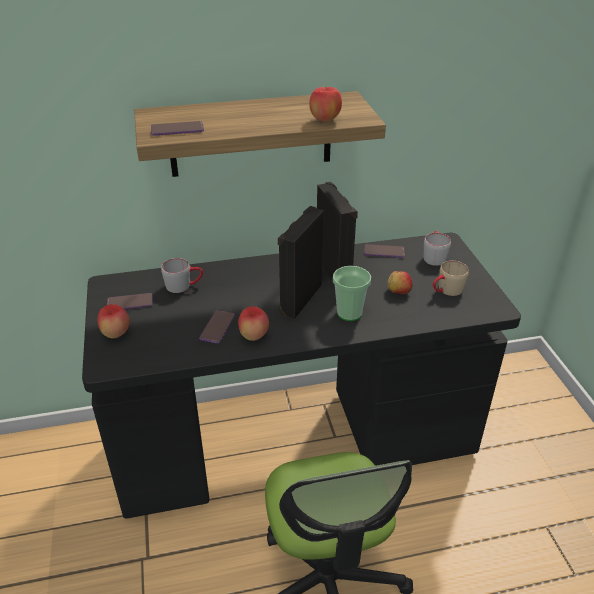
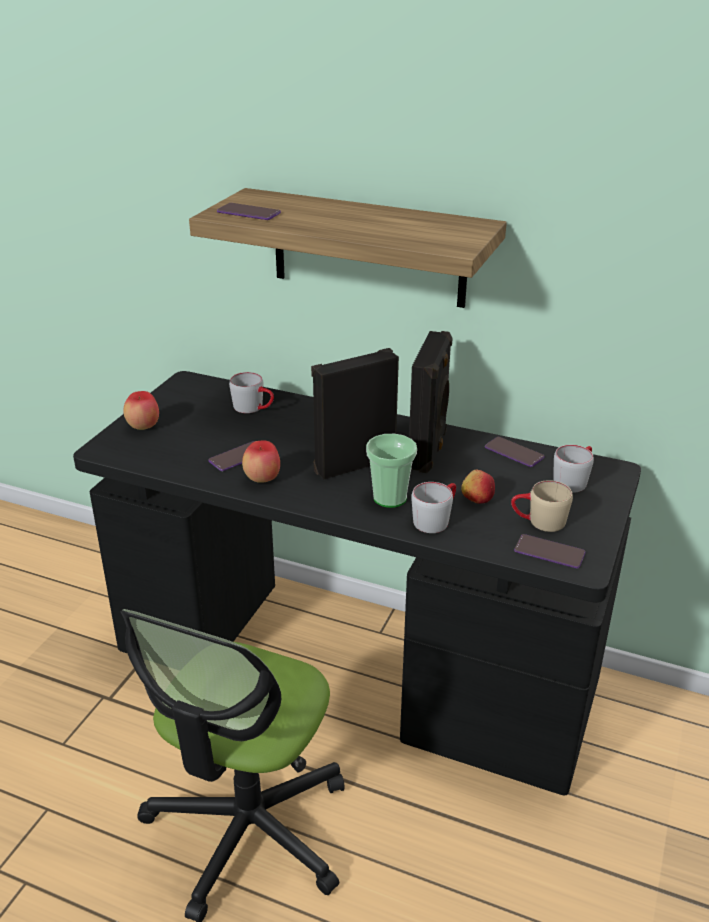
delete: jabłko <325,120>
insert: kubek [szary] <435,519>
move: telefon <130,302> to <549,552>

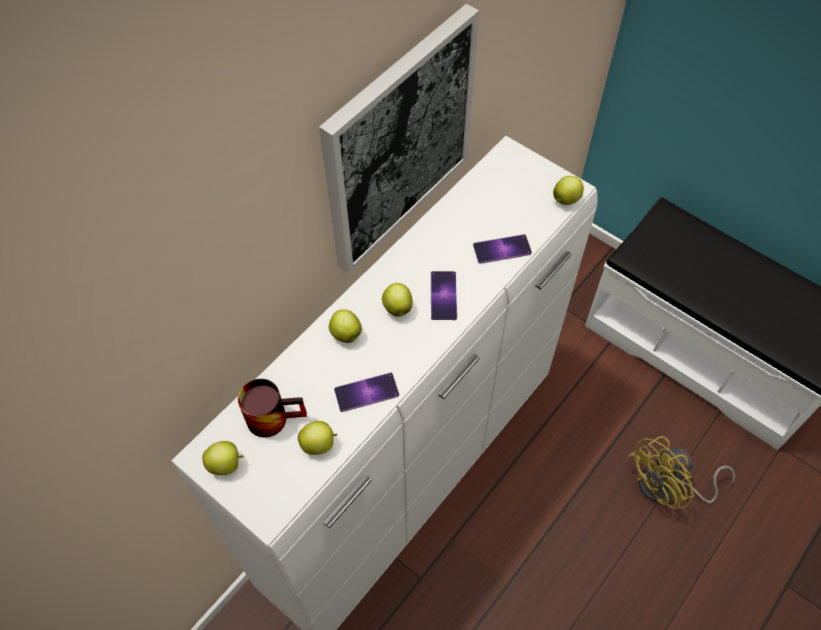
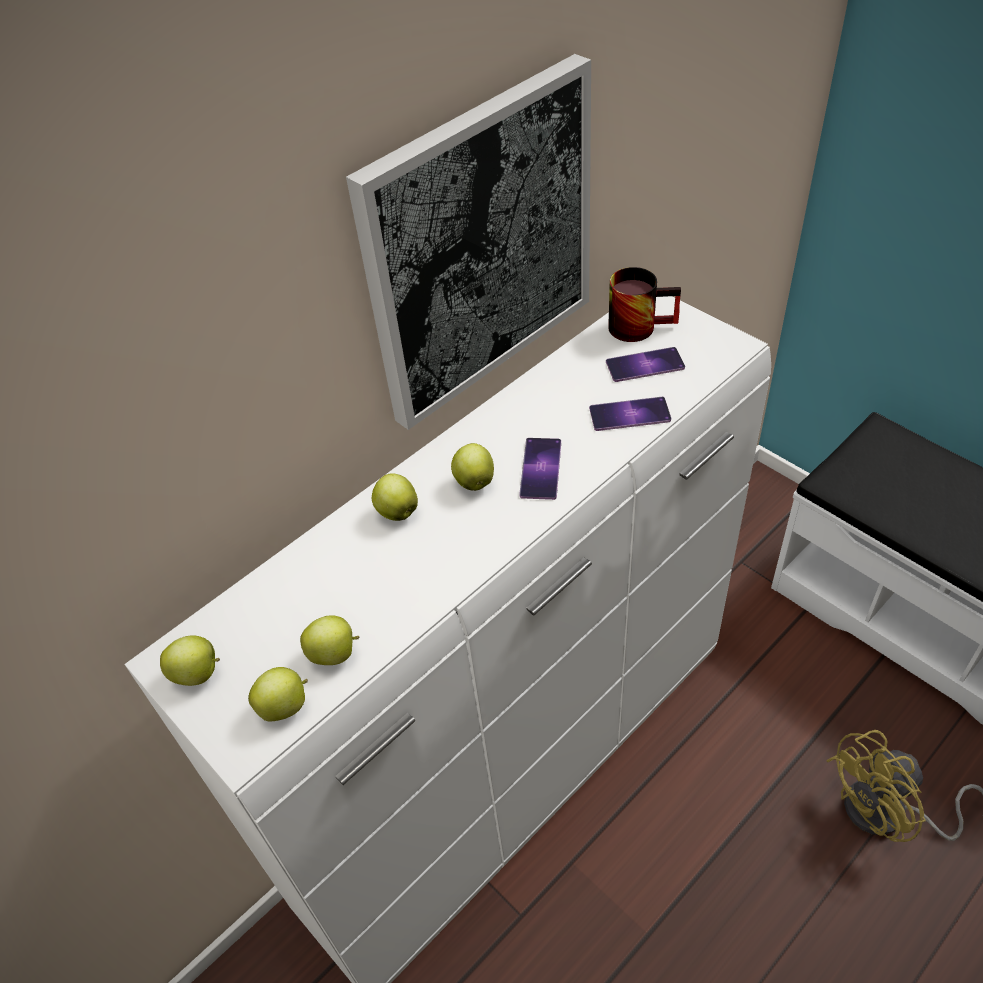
move: kubek <274,415> to <639,324>; telefon <366,392> to <645,365>; jabłko <566,199> to <285,706>

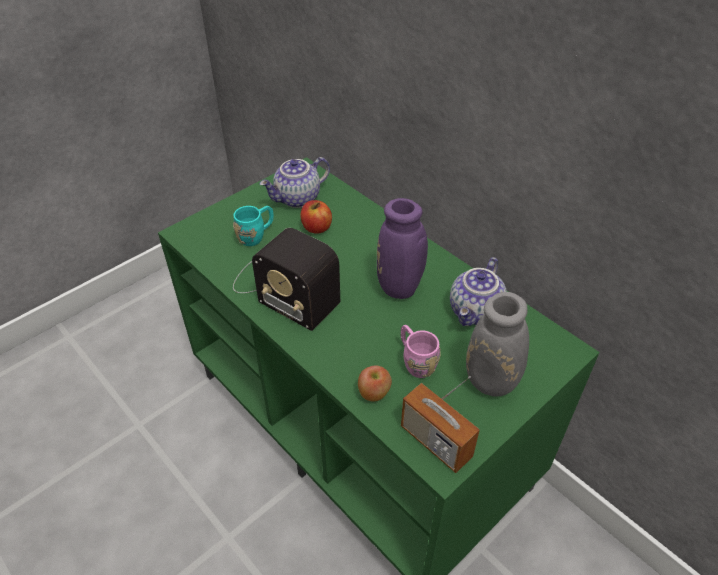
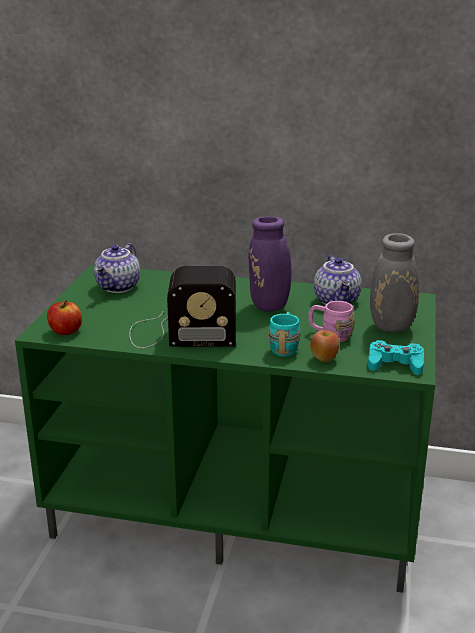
move: kubek [turkusowy] <256,235> to <285,347>; jabłko <316,227> to <65,331>
replace: radio <435,442> to pad do gier [turkusowy] <395,364>

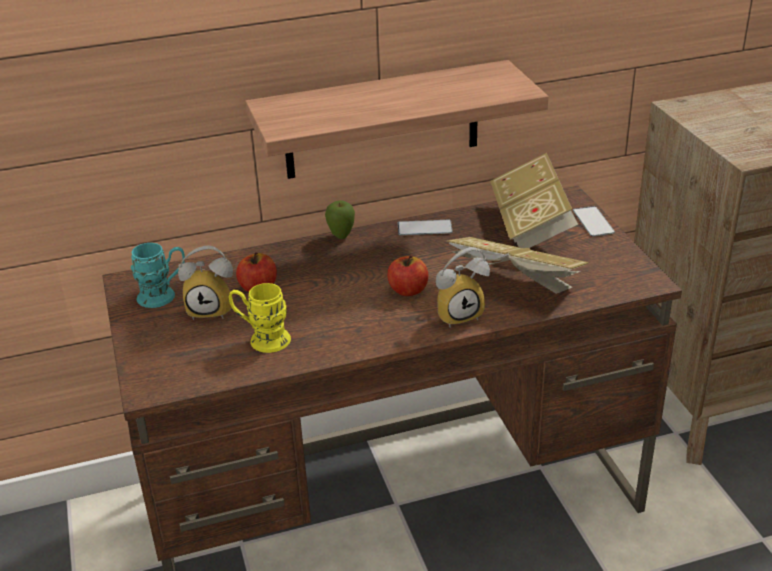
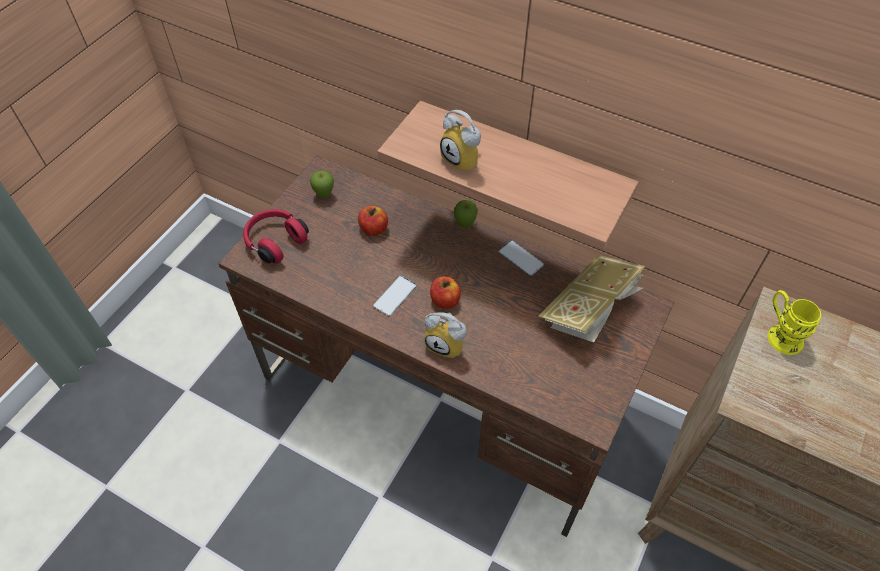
delete: książka <515,287>
insert: słuchawki [czerwony] <275,241>
move: budzik <213,309> to <465,160>; kubek [żółty] <262,339> to <780,334>; telefon <593,222> to <395,296>
replace: kubek [turkusowy] <163,295> to jabłko <324,195>

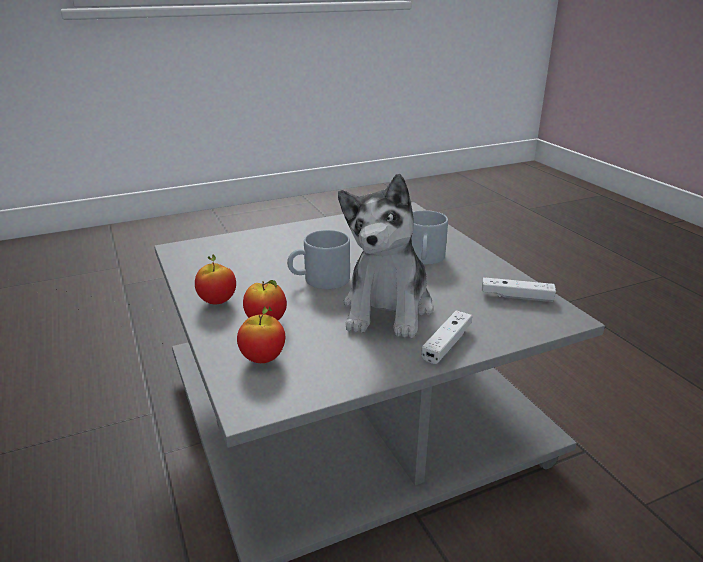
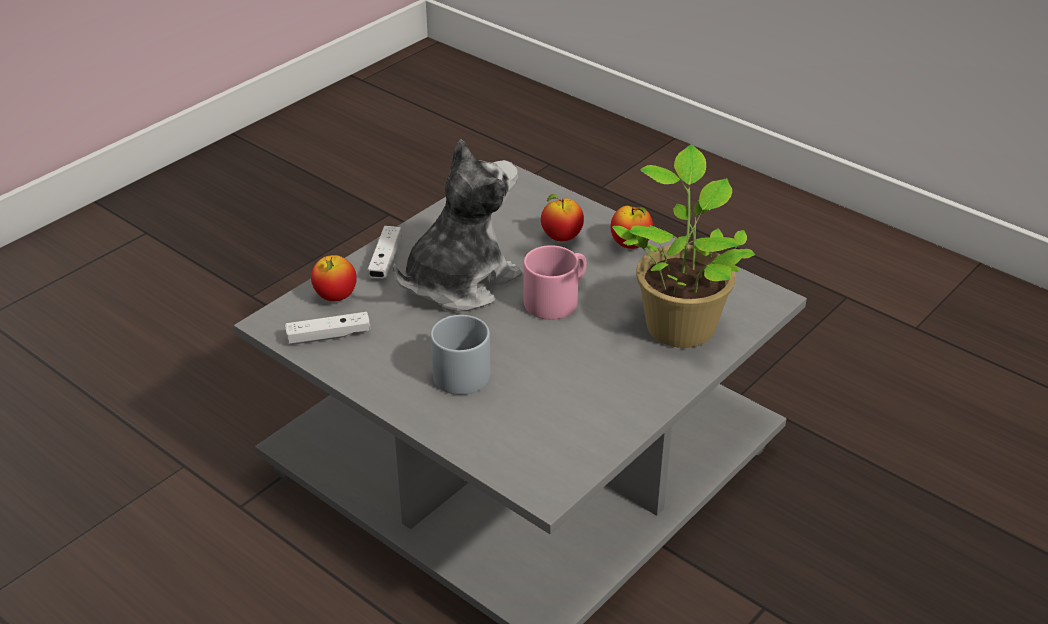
insert: roślina doniczkowa <679,323>
move: jabłko <263,358> to <335,297>
recolor: kubek [szary] <319,280> to kubek [różowy] <557,298>
rotate: pluszak <388,308> = <459,282> 60 degrees clockwise

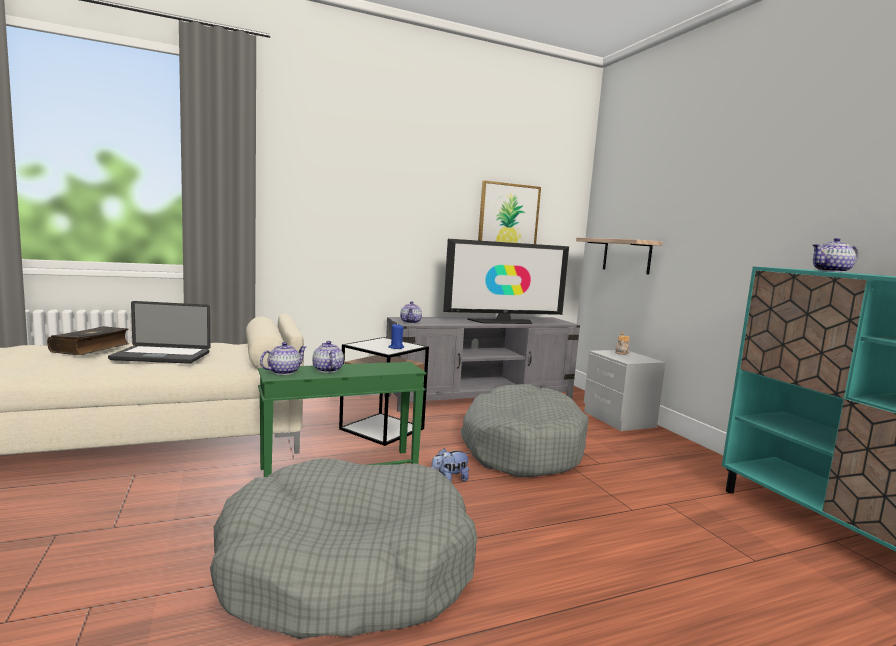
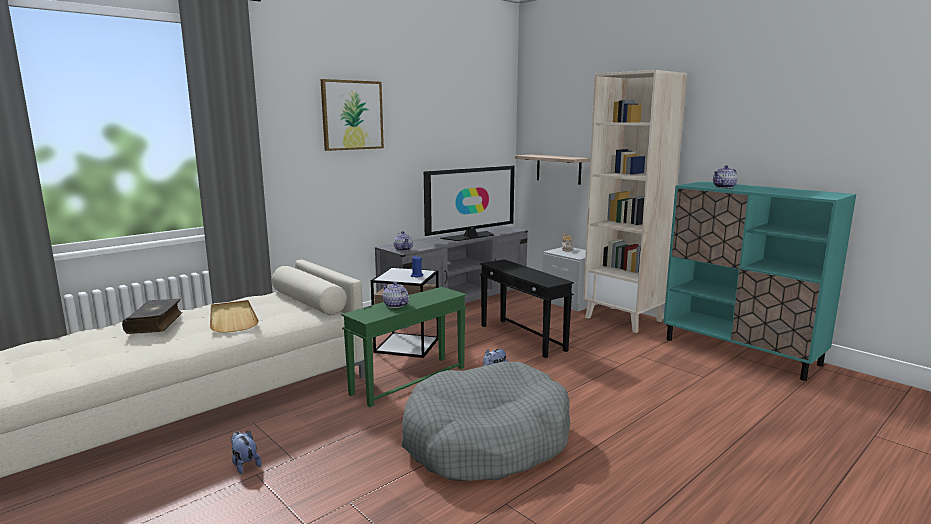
delete: imbryk <283,372>
insert: pluszak <244,464>; regał [beżowy] <624,319>
move: obraz <508,216> to <352,115>
replace: laptop <161,356> to taca [beżowy] <232,319>; legowisko [szary] <521,447> to stolik [czarny] <521,338>

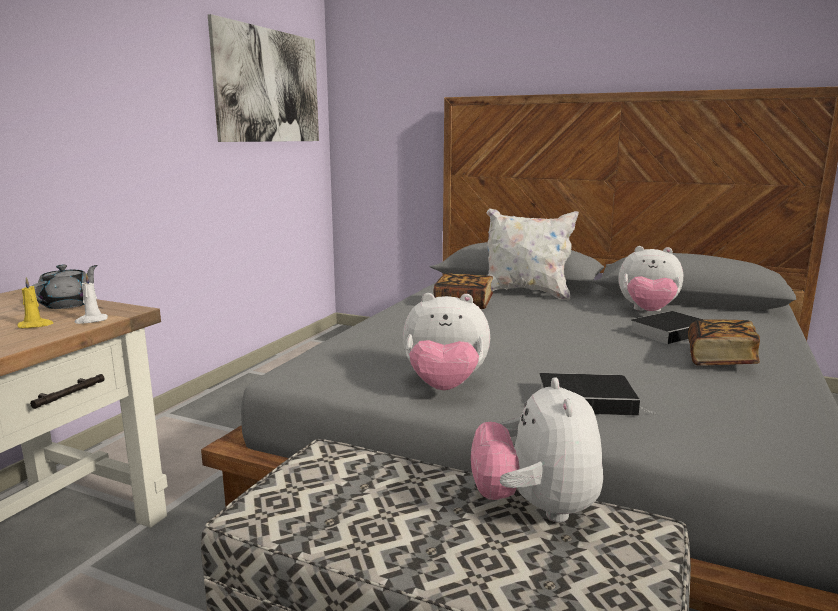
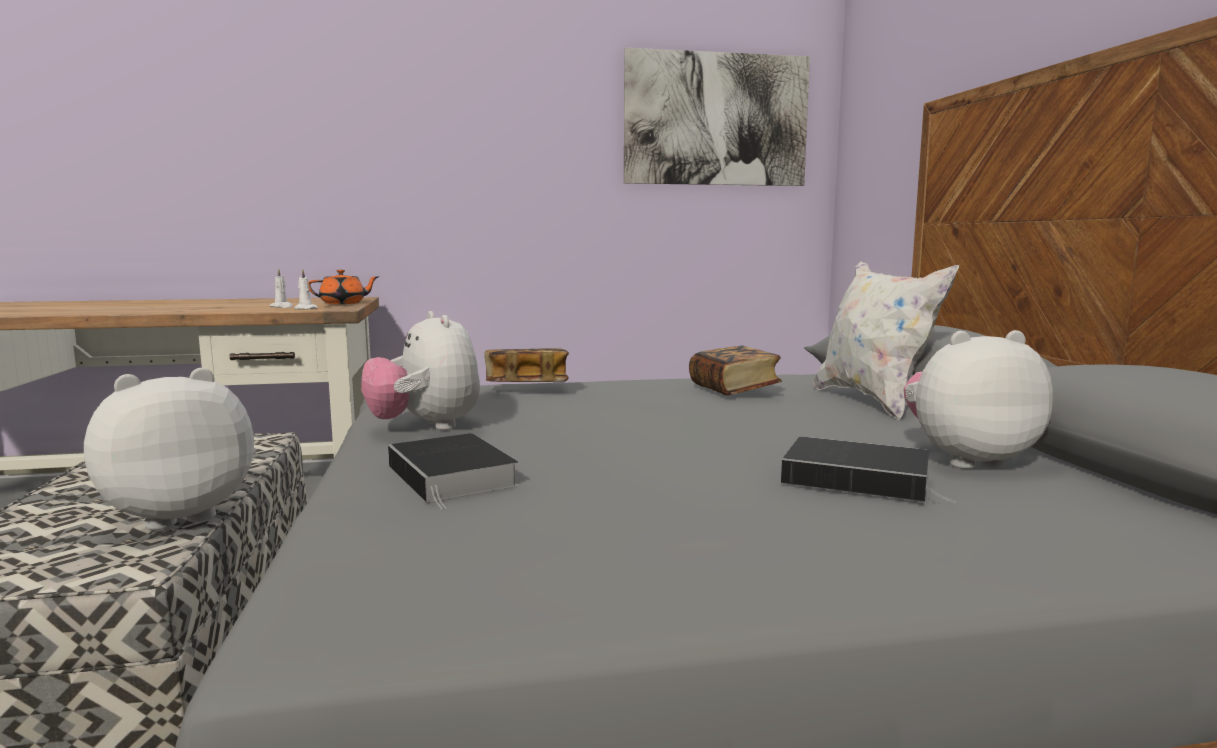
move: książka <720,359> to <526,386>
recolor: świeca [żółty] <36,325> to świeca [biały] <282,307>; imbryk [szary] <69,304> to imbryk [pomarańczowy] <344,303>
rotate: pluszak <647,312> = <966,460> 105 degrees clockwise

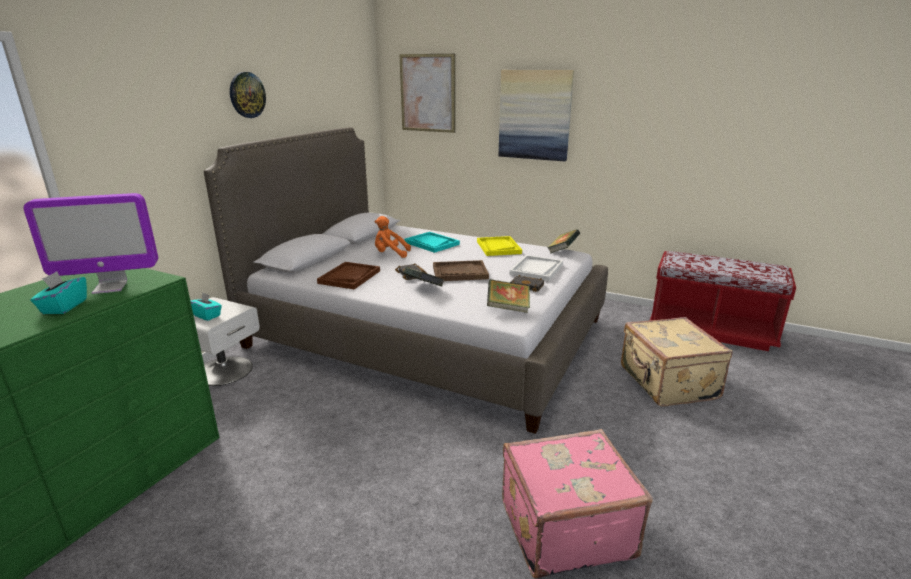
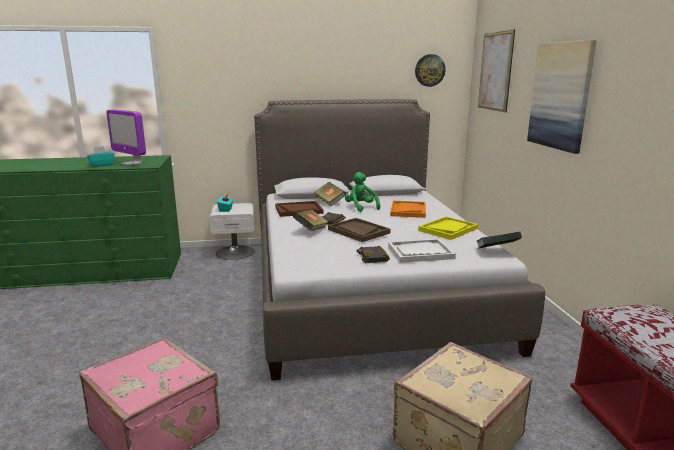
move: zegar ścienny <247,95> to <429,70>; książka <508,308> to <330,202>
recolor: pluszak [pomarańczowy] <390,254> to pluszak [zielony] <361,207>; taca [turkusowy] <431,243> to taca [pomarańczowy] <408,210>

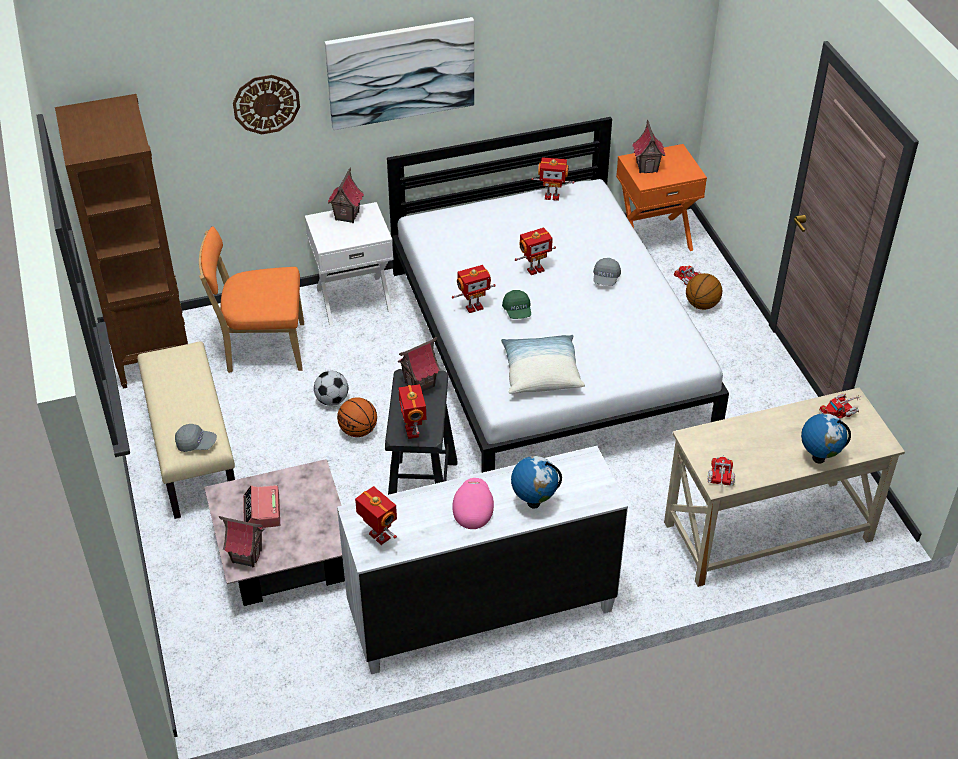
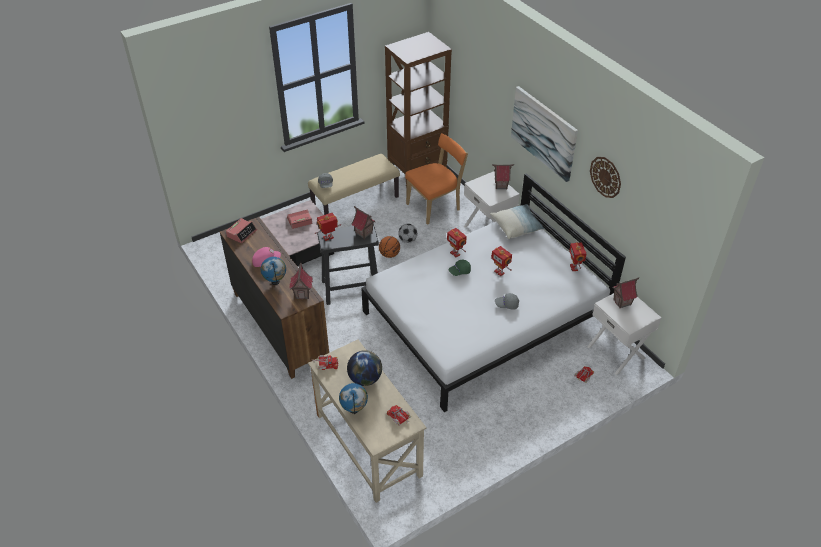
delete: piłka do koszykówki <701,305>
insert: globus <365,379>
move: domek <247,556> to <302,294>; zegar ścienny <266,104> to <605,177>; poduszka <541,373> to <516,227>
replace: robot zabawkowy <378,537> to budzik <242,233>
recolor: komoda [biały] <481,612> to komoda [brązowy] <279,326>; szafka nocna [pomarańczowy] <653,238> to szafka nocna [biały] <617,352>
rotate: krzesło [pomarańczowy] <261,348> = <435,206> 75 degrees clockwise

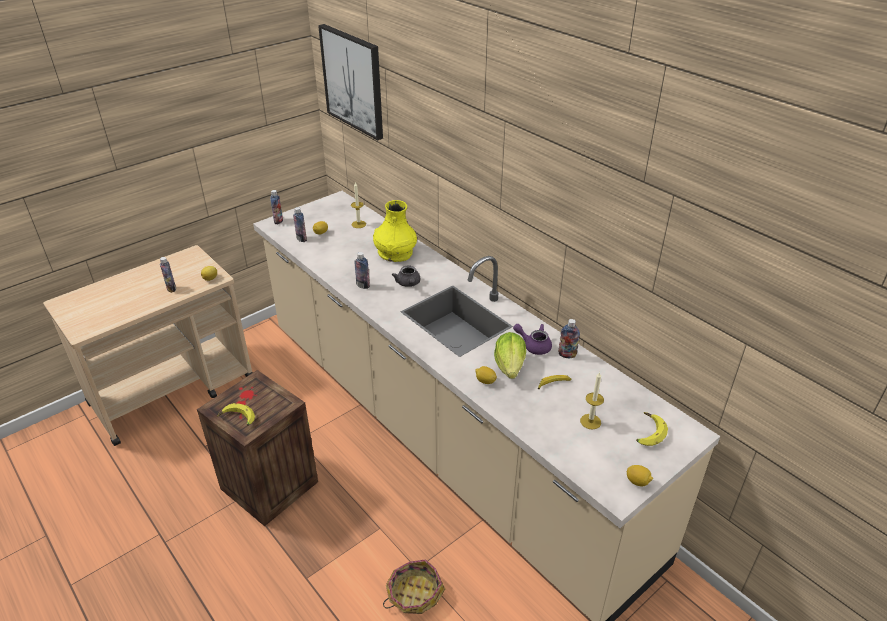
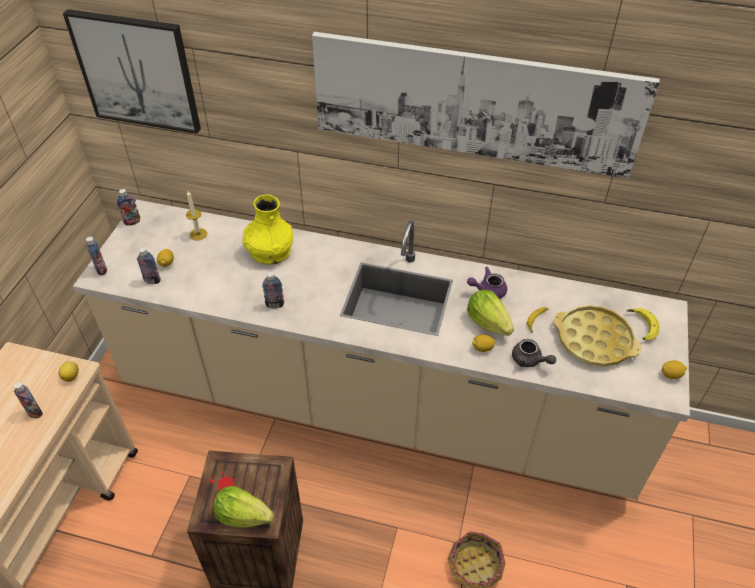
insert: obraz <474,103>
move: imbryk [szary] <408,284> to <529,360>; butelka <567,355> to <132,222>
replace: banan <237,419> to sałata <243,515>; świeca <590,421> to taca [żółty] <594,340>

